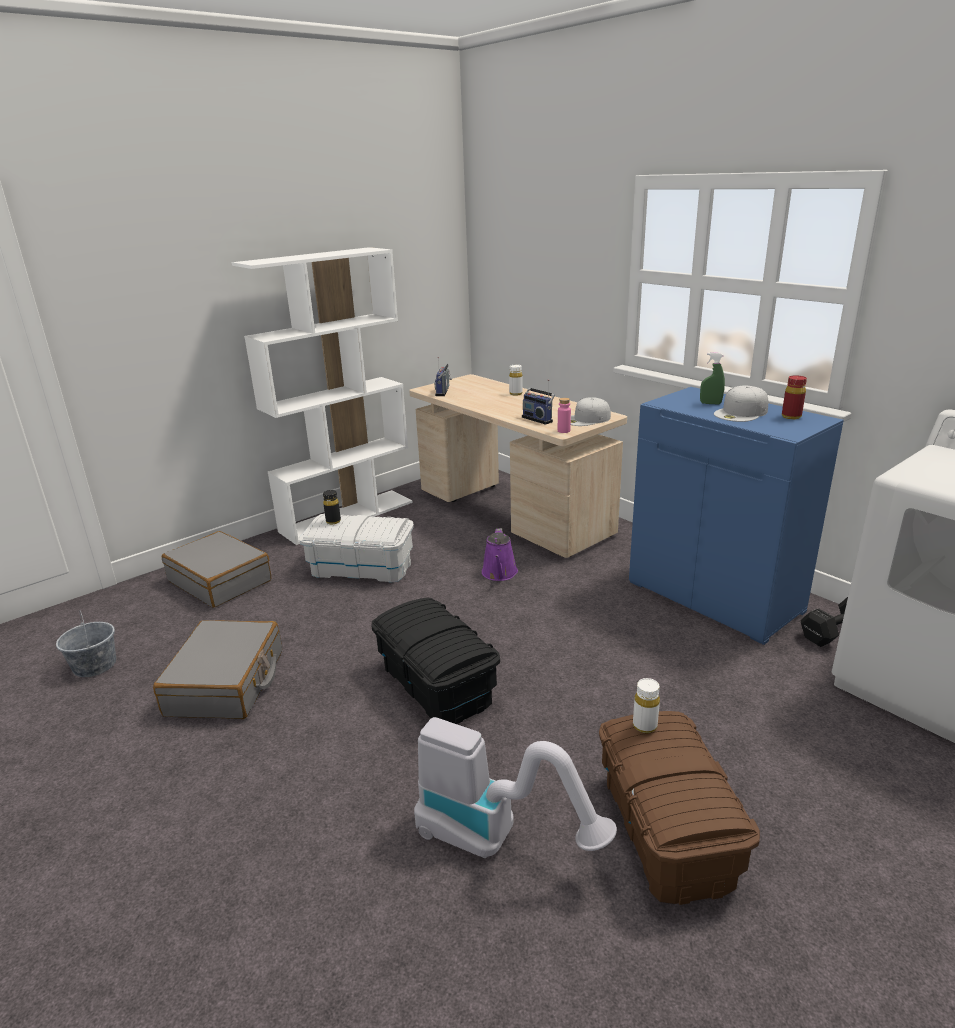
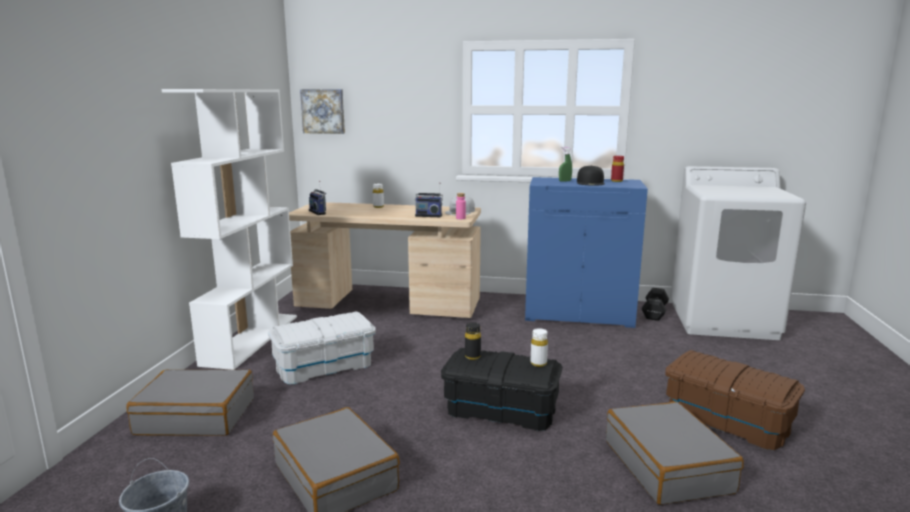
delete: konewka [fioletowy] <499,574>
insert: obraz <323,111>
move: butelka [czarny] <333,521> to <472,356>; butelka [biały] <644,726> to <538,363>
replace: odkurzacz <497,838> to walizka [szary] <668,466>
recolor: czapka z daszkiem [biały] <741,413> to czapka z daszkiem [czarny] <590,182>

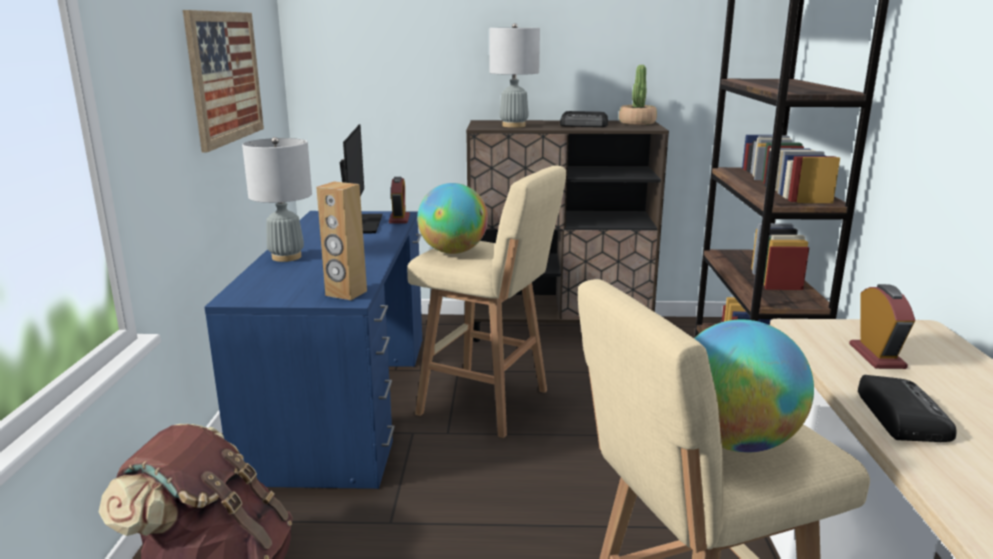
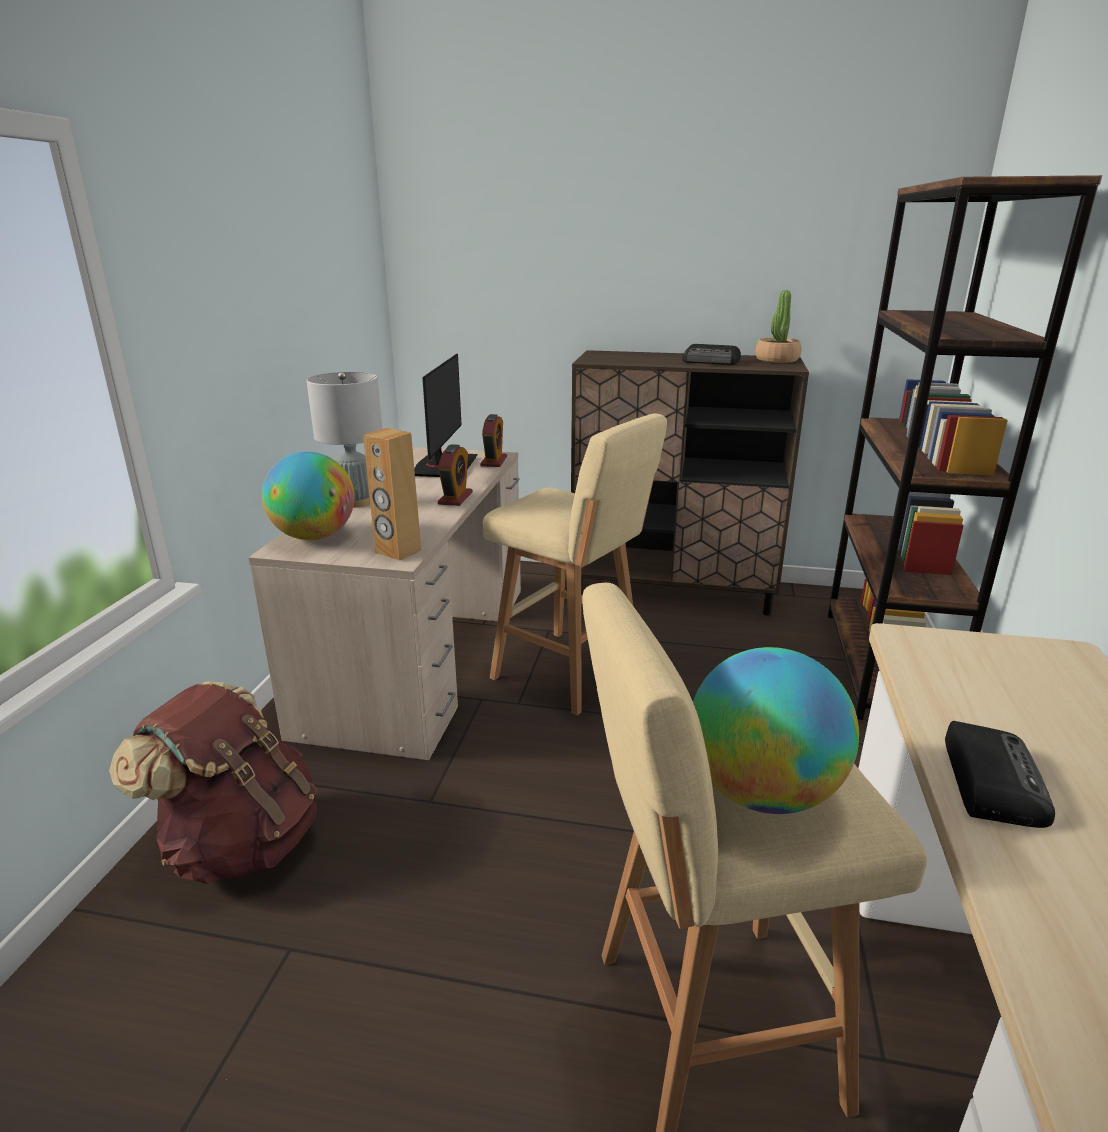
delete: obraz <225,77>; lampa stołowa [szary] <513,126>
move: globus <453,252> to <314,537>; budzik <876,356> to <455,498>
recolor: biurko [niebieski] <345,399> to biurko [beżowy] <422,653>

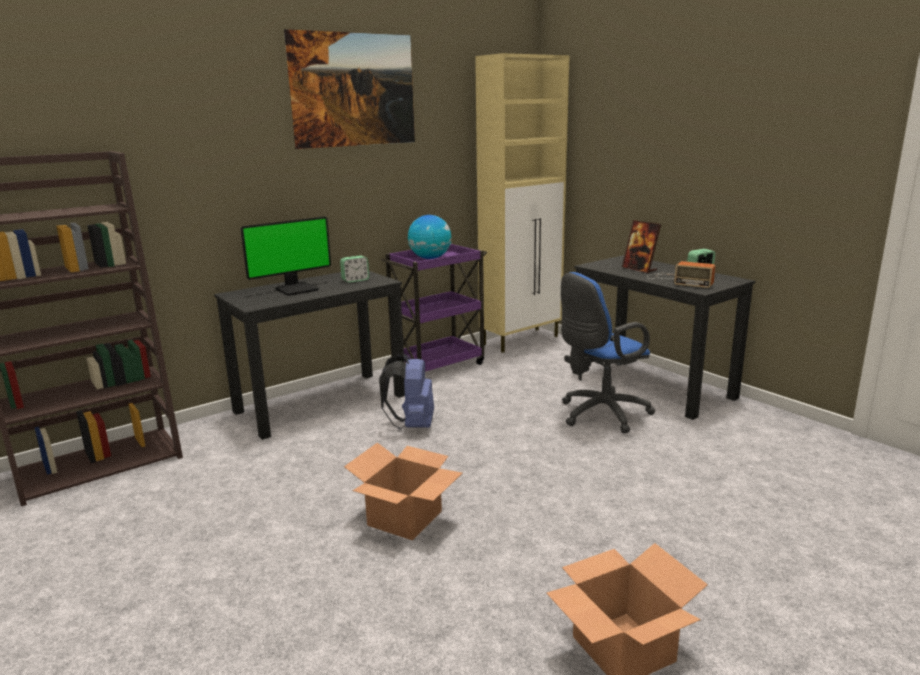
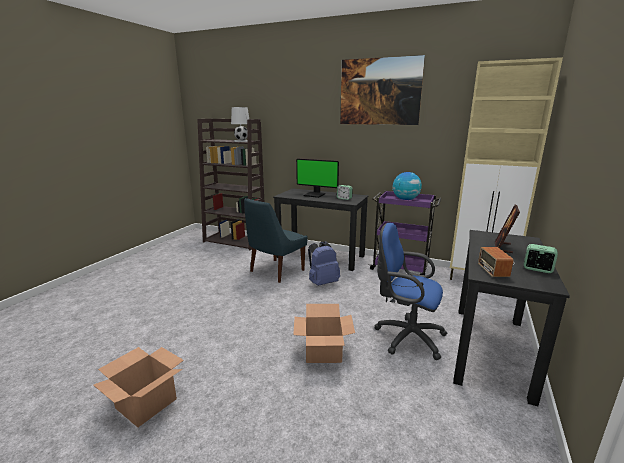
insert: lampa stołowa [biały] <241,141>; krzesło [niebieski] <275,271>
move: karton <405,517> to <324,351>

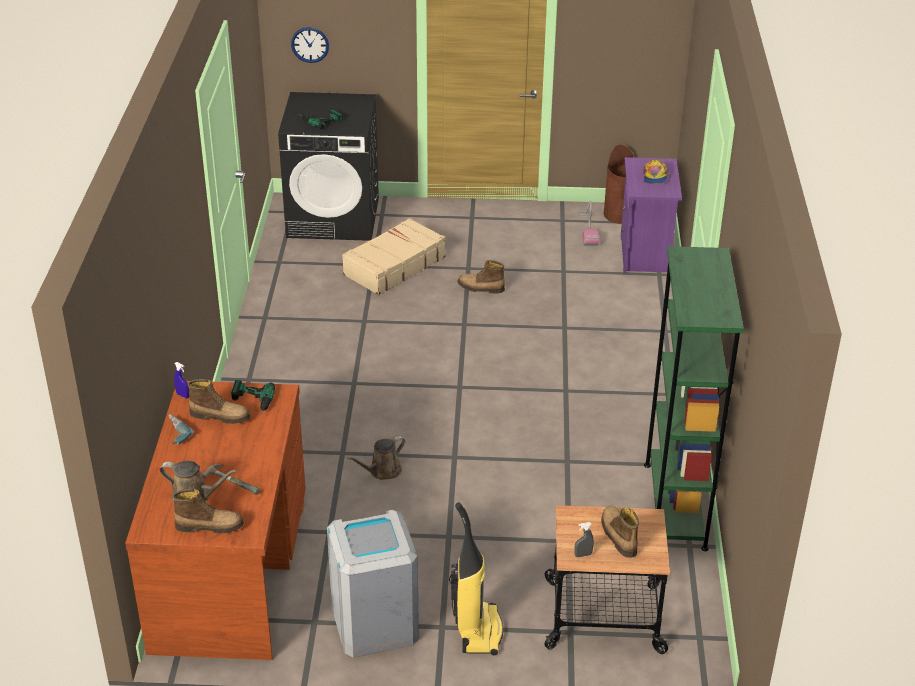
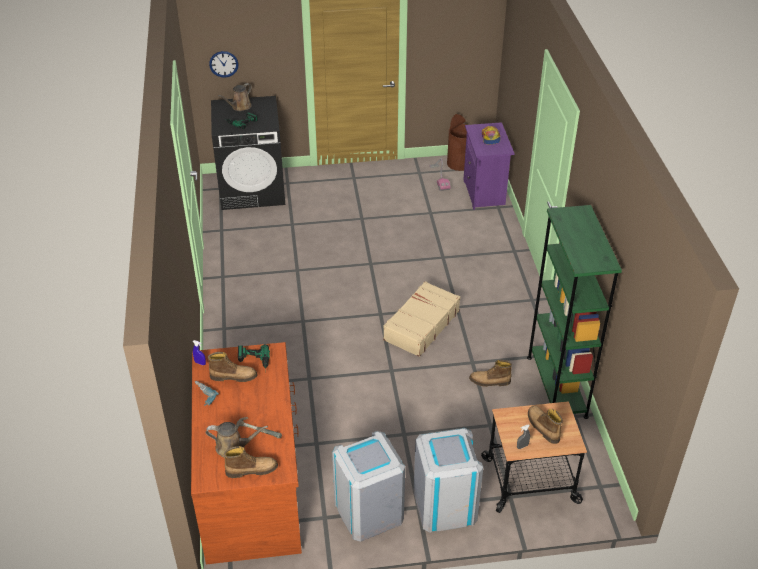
move: walizka [beżowy] <393,266> to <421,325>; konewka [brązowy] <382,471> to <240,107>; but z cholewką <480,288> to <490,381>
replace: odkurzacz <478,630> to kosz na śmieci [szary] <444,505>

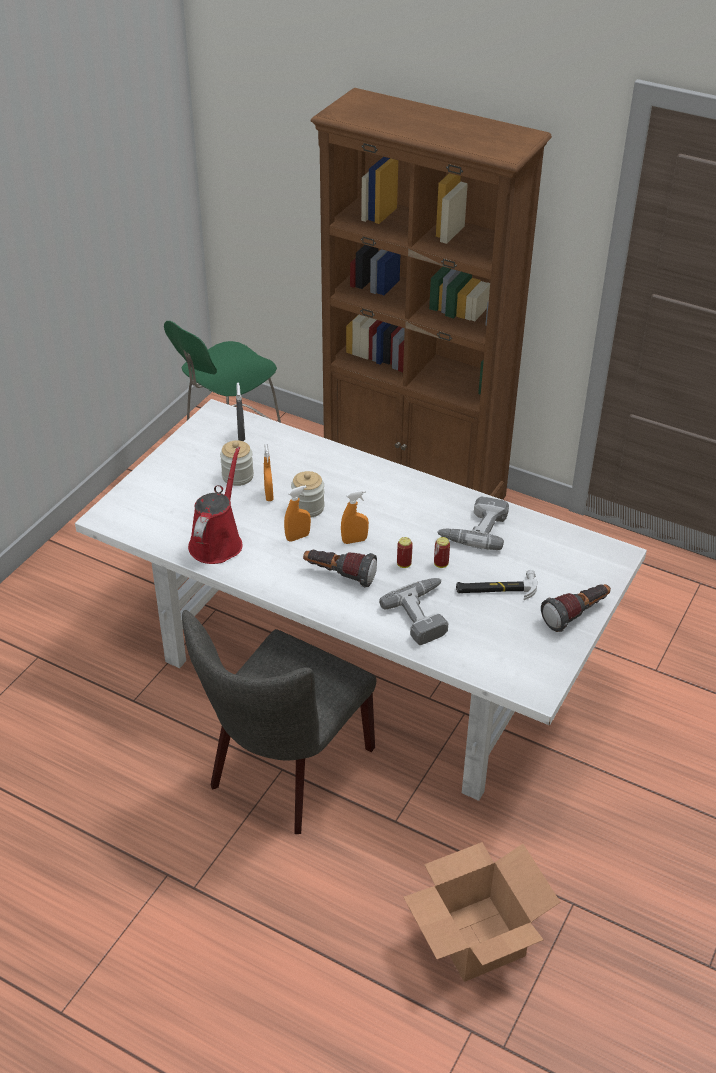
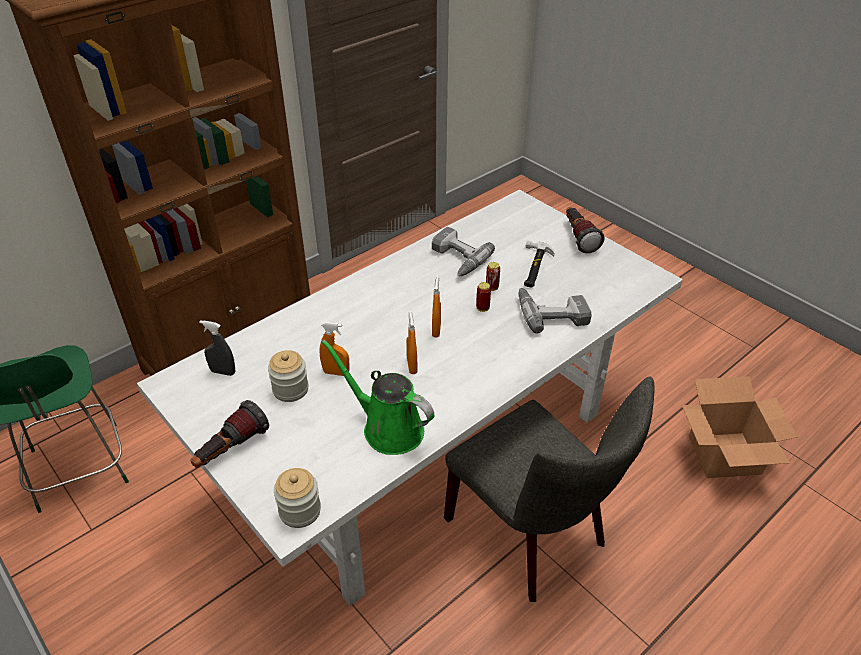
move: słoik <308,508> to <300,511>; latarka <339,575> to <231,450>
recolor: konewka [czerwony] <217,541> to konewka [zielony] <388,428>

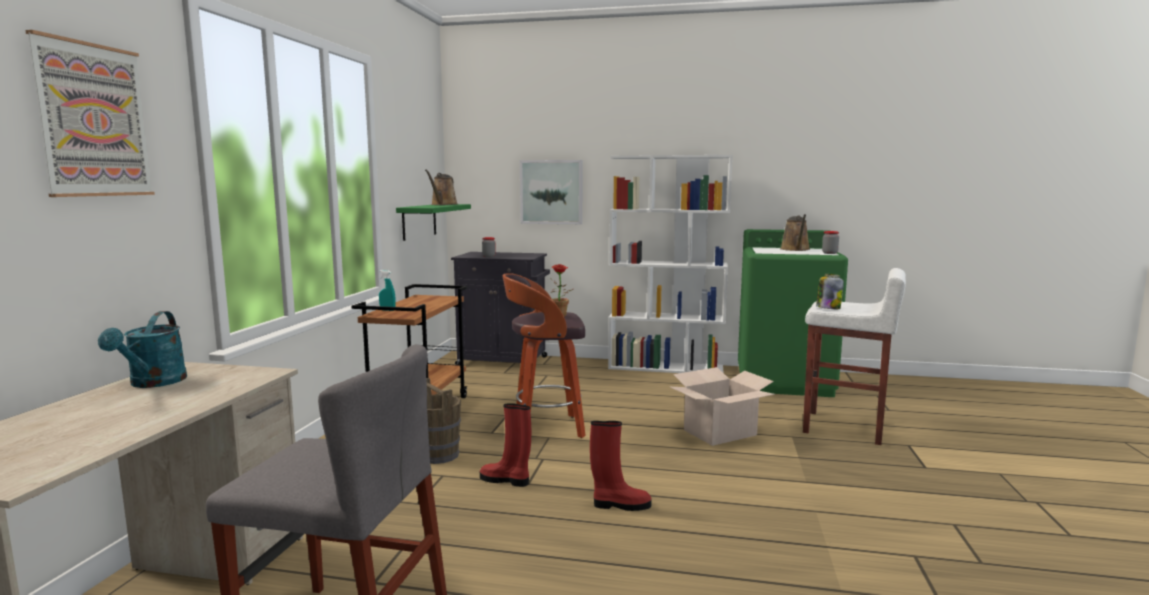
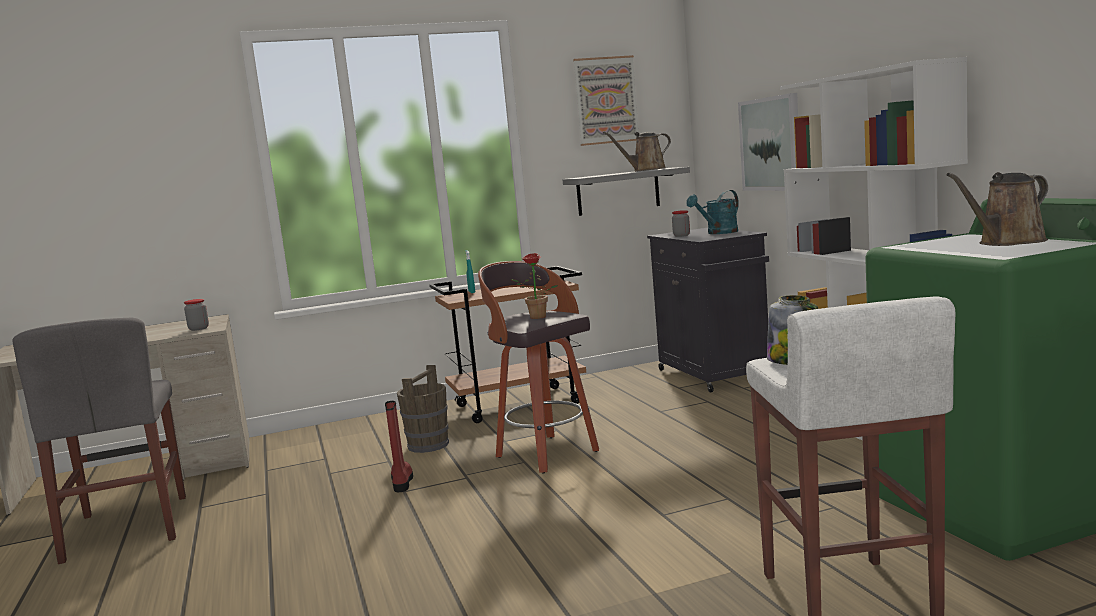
delete: but z cholewką [czerwony] <620,505>; karton <719,432>
move: obraz <93,120> to <606,100>; konewka [turkusowy] <153,383> to <718,233>; słoik <829,253> to <198,329>
recolor: półka [zielony] <419,221> to półka [szary] <618,192>

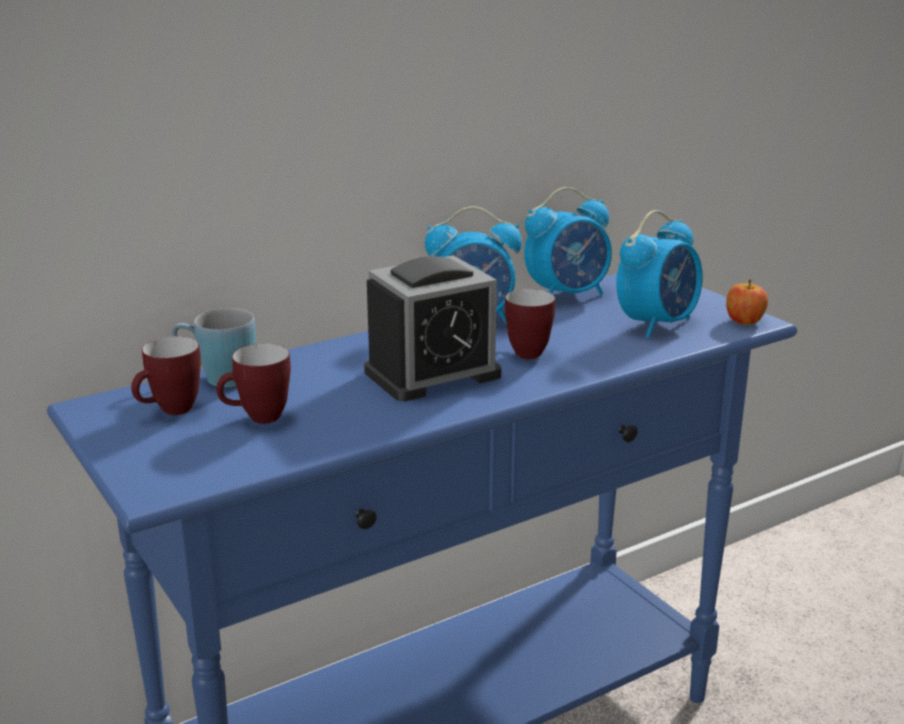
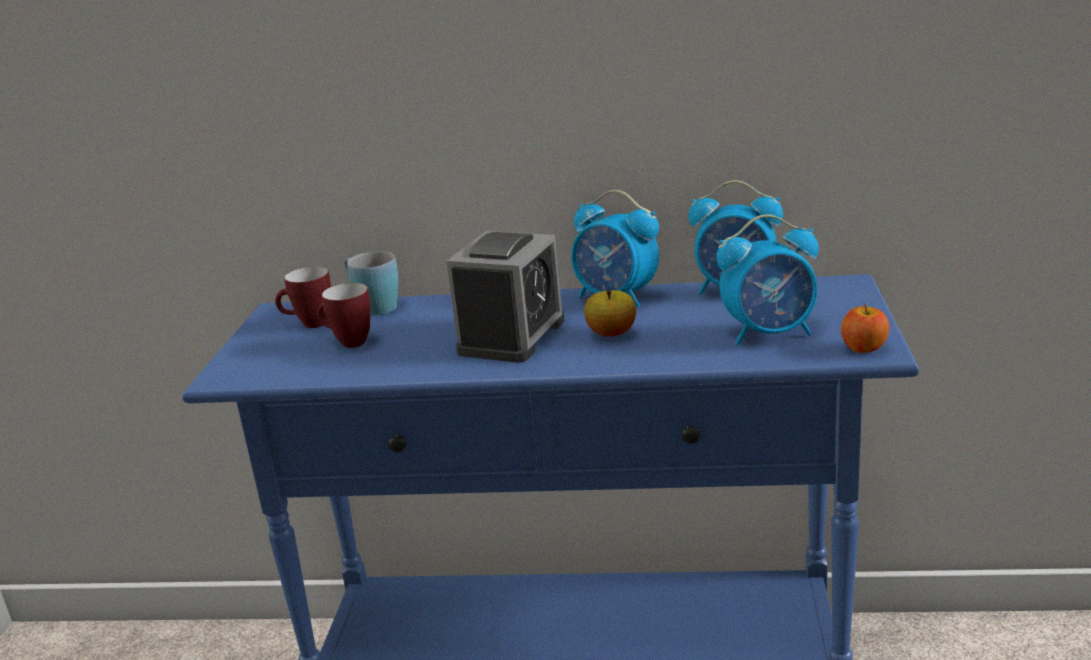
replace: kubek <525,351> to jabłko <611,334>
rotate: budzik <432,374> = <511,336> 75 degrees counterclockwise

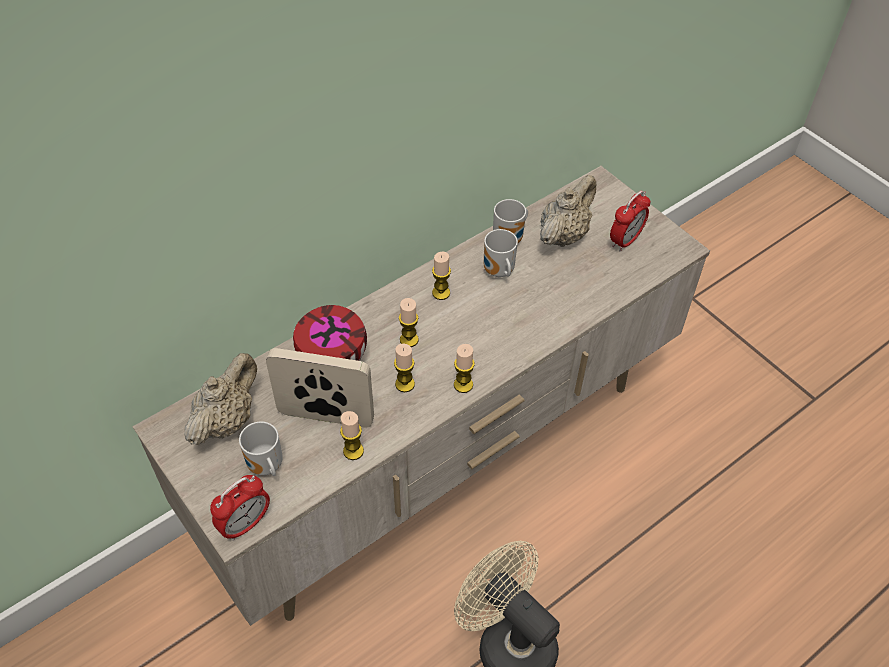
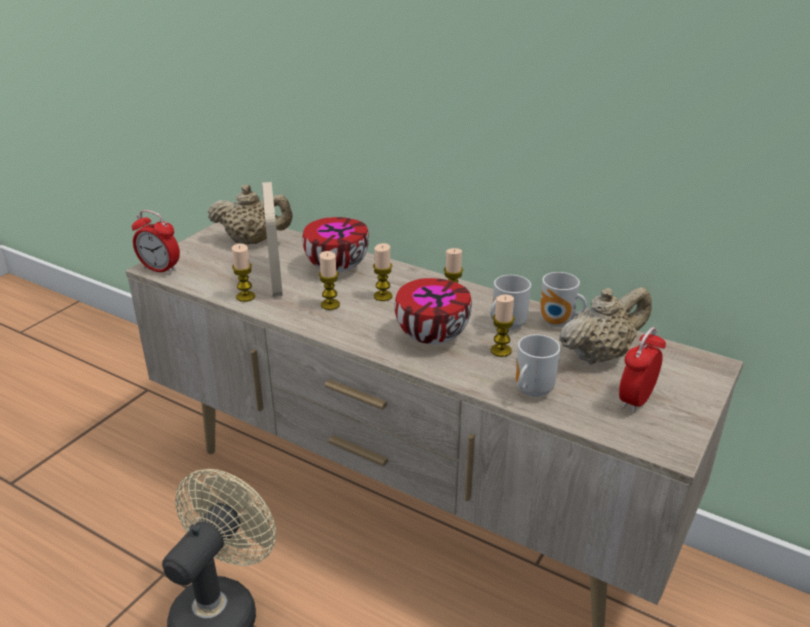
insert: miska <431,336>
move: kubek <265,467> to <530,391>; świeca <463,385> to <501,351>
rotate: imbryk [beżowy] <564,234> = <600,355> 45 degrees counterclockwise; budzik <625,240> = <636,400> 105 degrees clockwise

